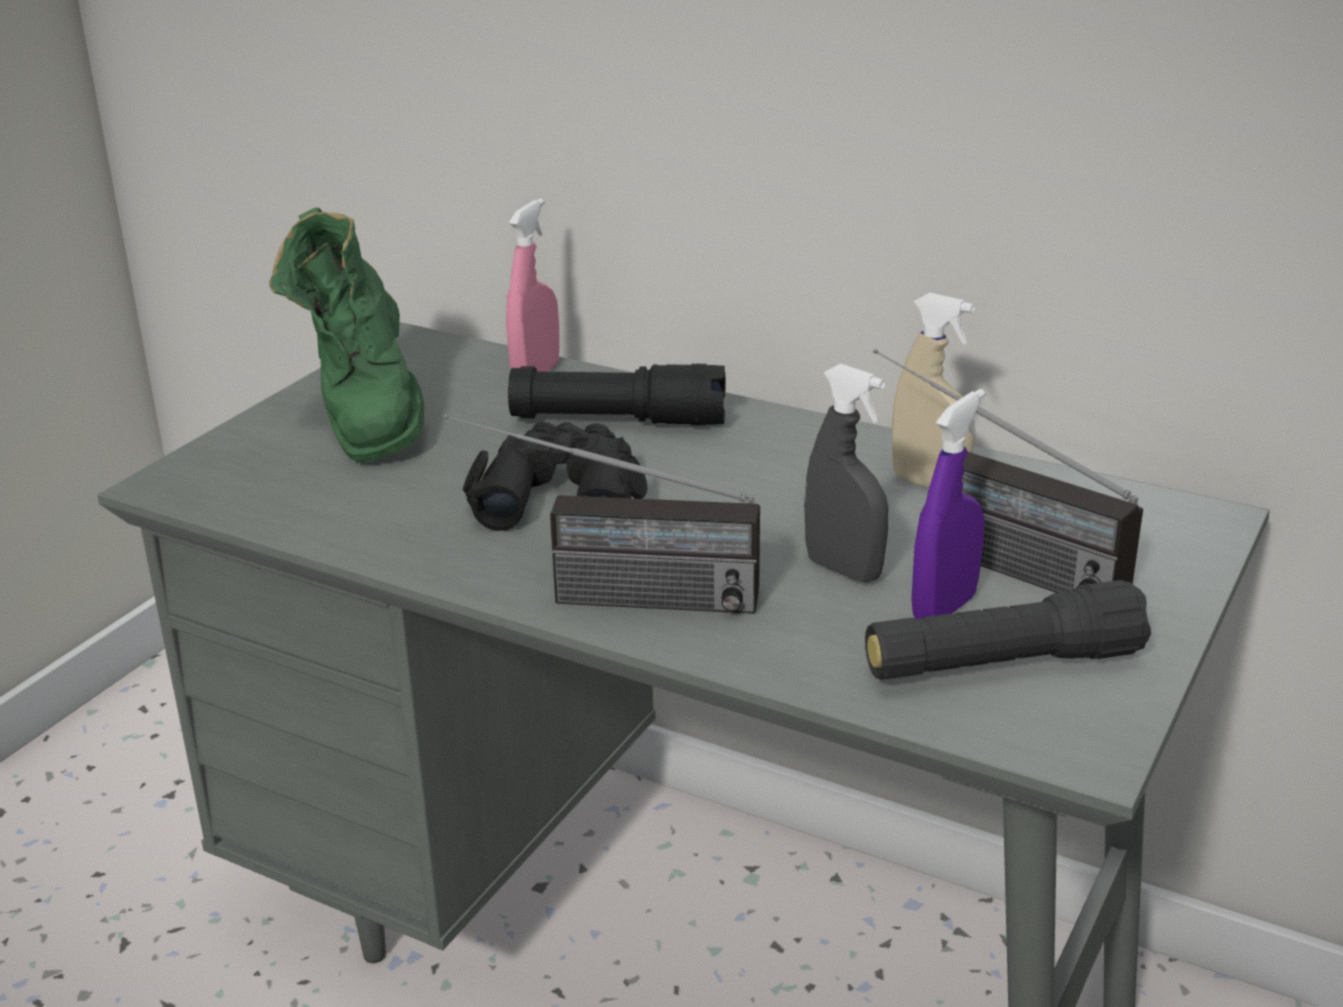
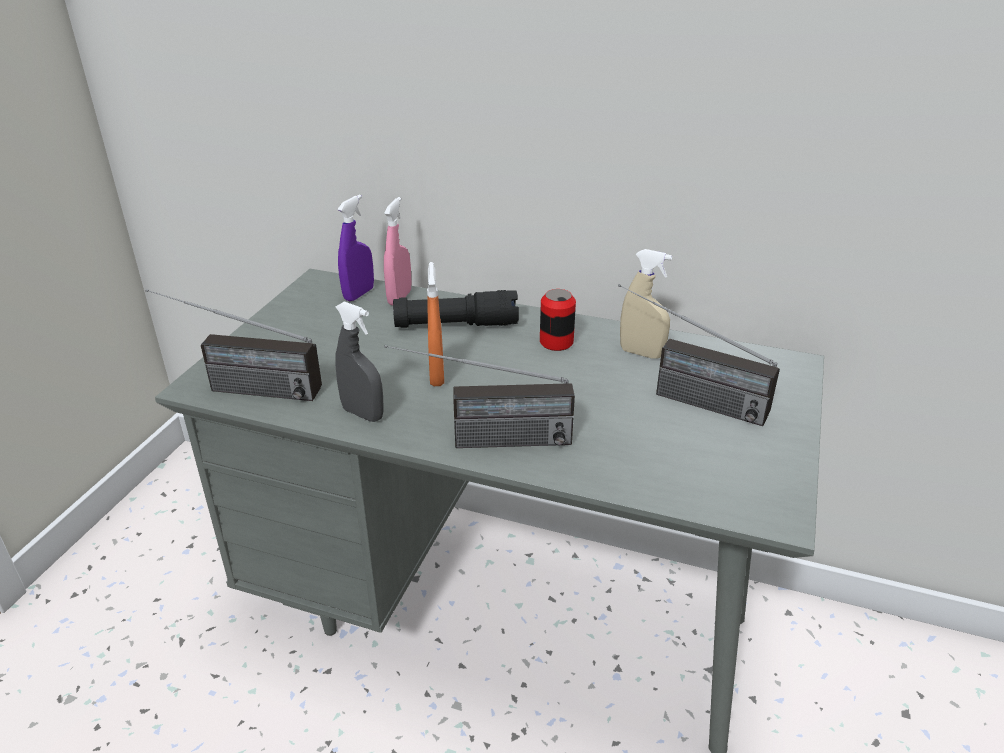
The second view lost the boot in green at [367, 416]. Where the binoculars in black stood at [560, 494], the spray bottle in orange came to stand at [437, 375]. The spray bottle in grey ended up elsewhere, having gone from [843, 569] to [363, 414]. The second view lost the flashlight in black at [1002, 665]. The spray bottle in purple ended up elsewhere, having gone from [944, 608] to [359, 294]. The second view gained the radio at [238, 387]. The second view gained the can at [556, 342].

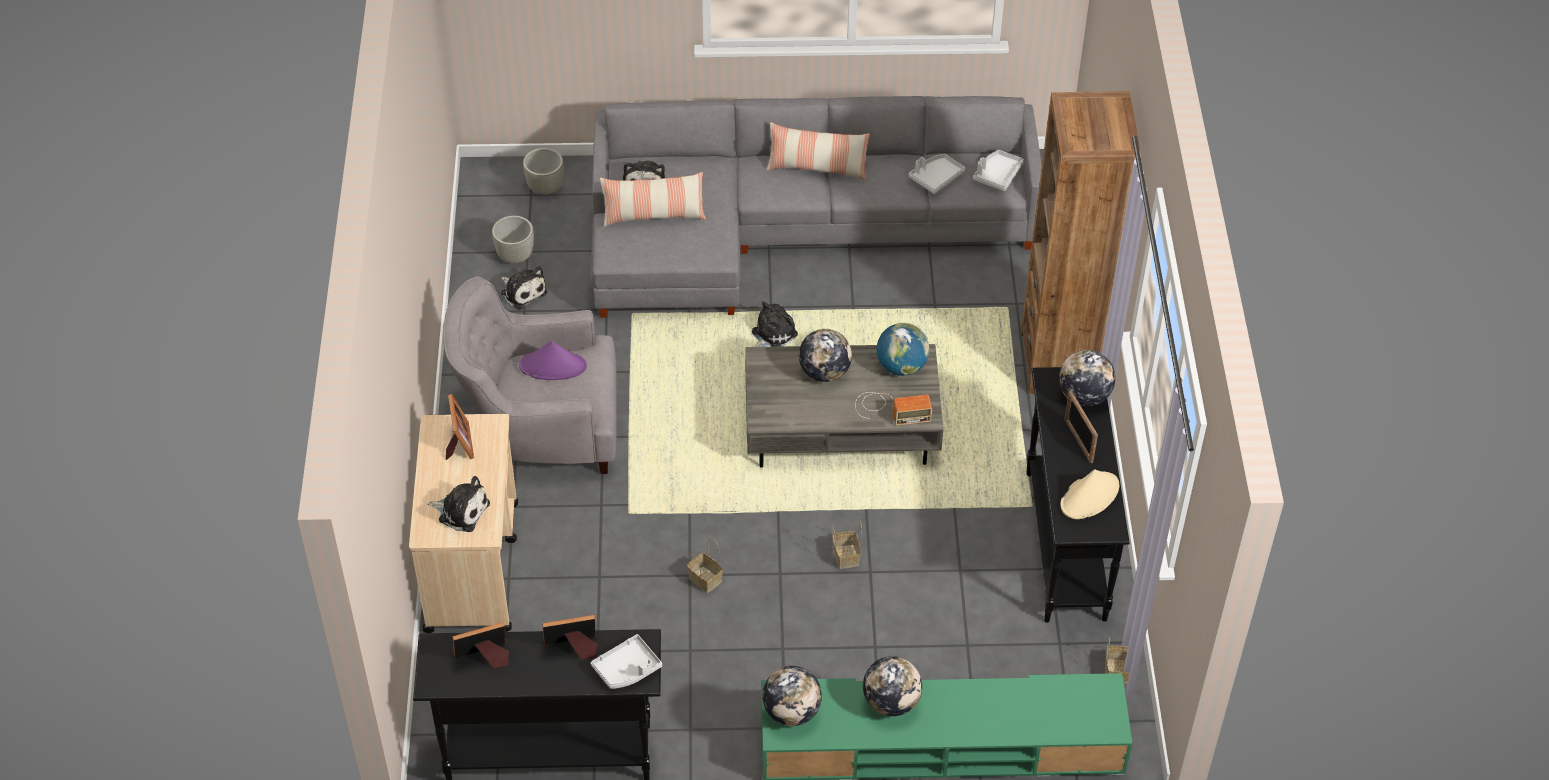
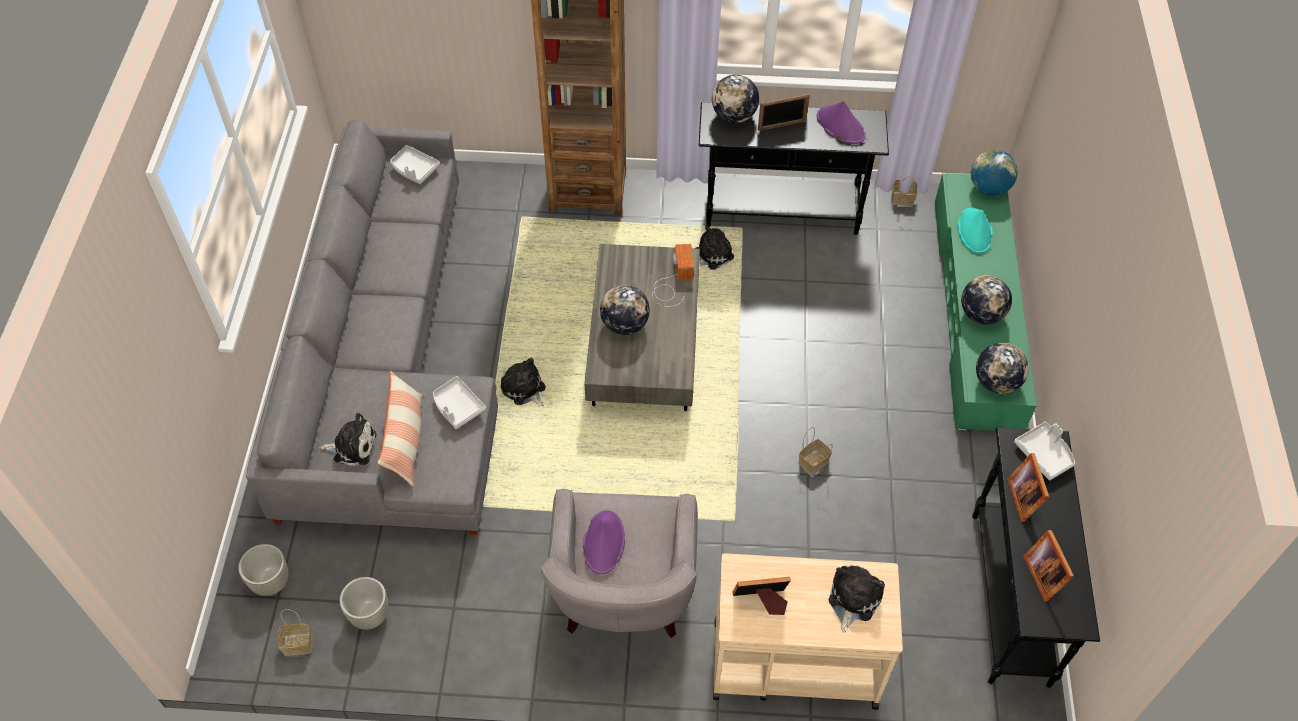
The plush toy ended up elsewhere, having gone from [522, 291] to [711, 255]. The second view lost the pillow at [817, 167]. The basket ended up elsewhere, having gone from [845, 556] to [297, 645]. The globe ended up elsewhere, having gone from [901, 367] to [988, 188]. The tray in grey ended up elsewhere, having gone from [936, 177] to [457, 407]. What was the hat in beige at [1089, 496] turned into the hat in purple at [840, 126]. The second view gained the hat in turquoise at [974, 231].

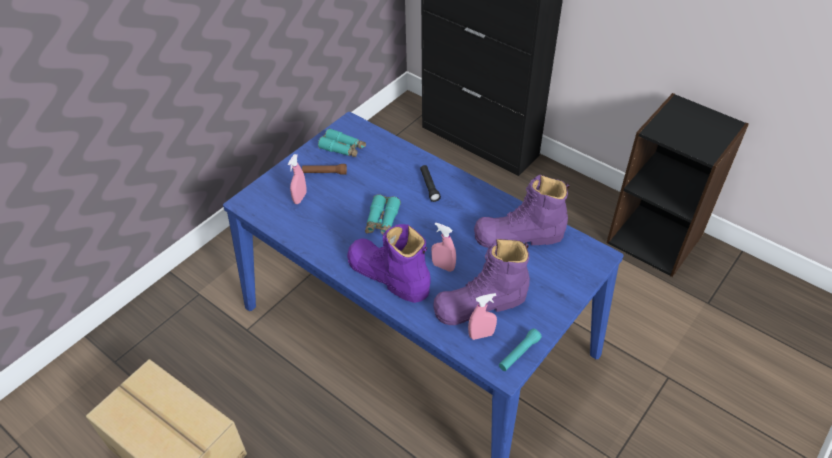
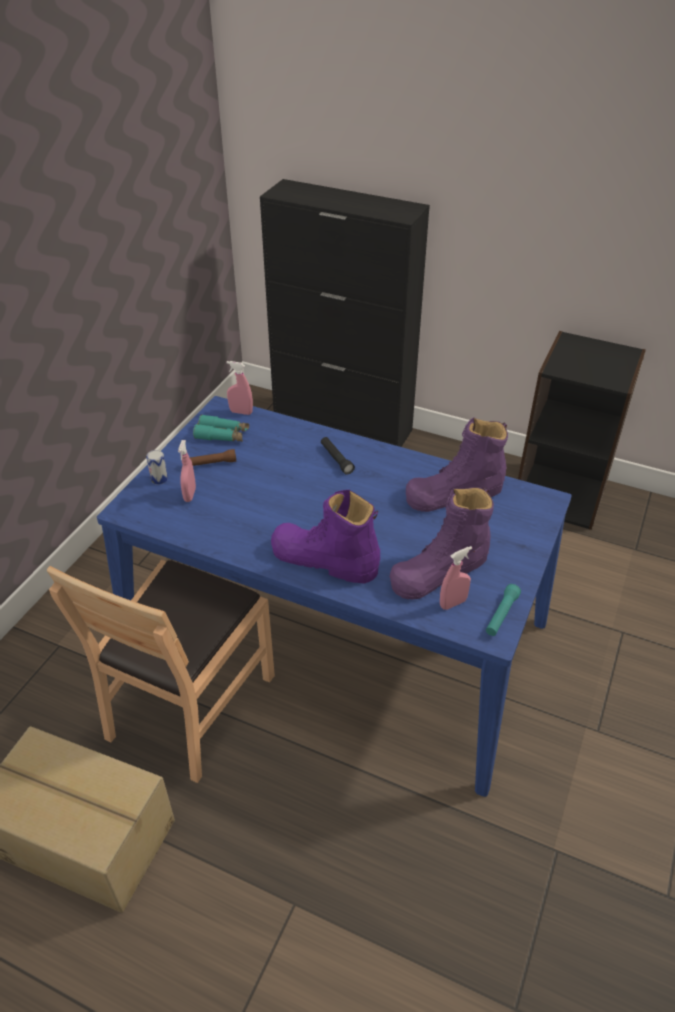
The second view lost the binoculars in turquoise at [382, 220]. The spray bottle in pink ended up elsewhere, having gone from [443, 266] to [241, 412]. The second view gained the chair in brown at [190, 704]. The second view gained the can at [159, 479].

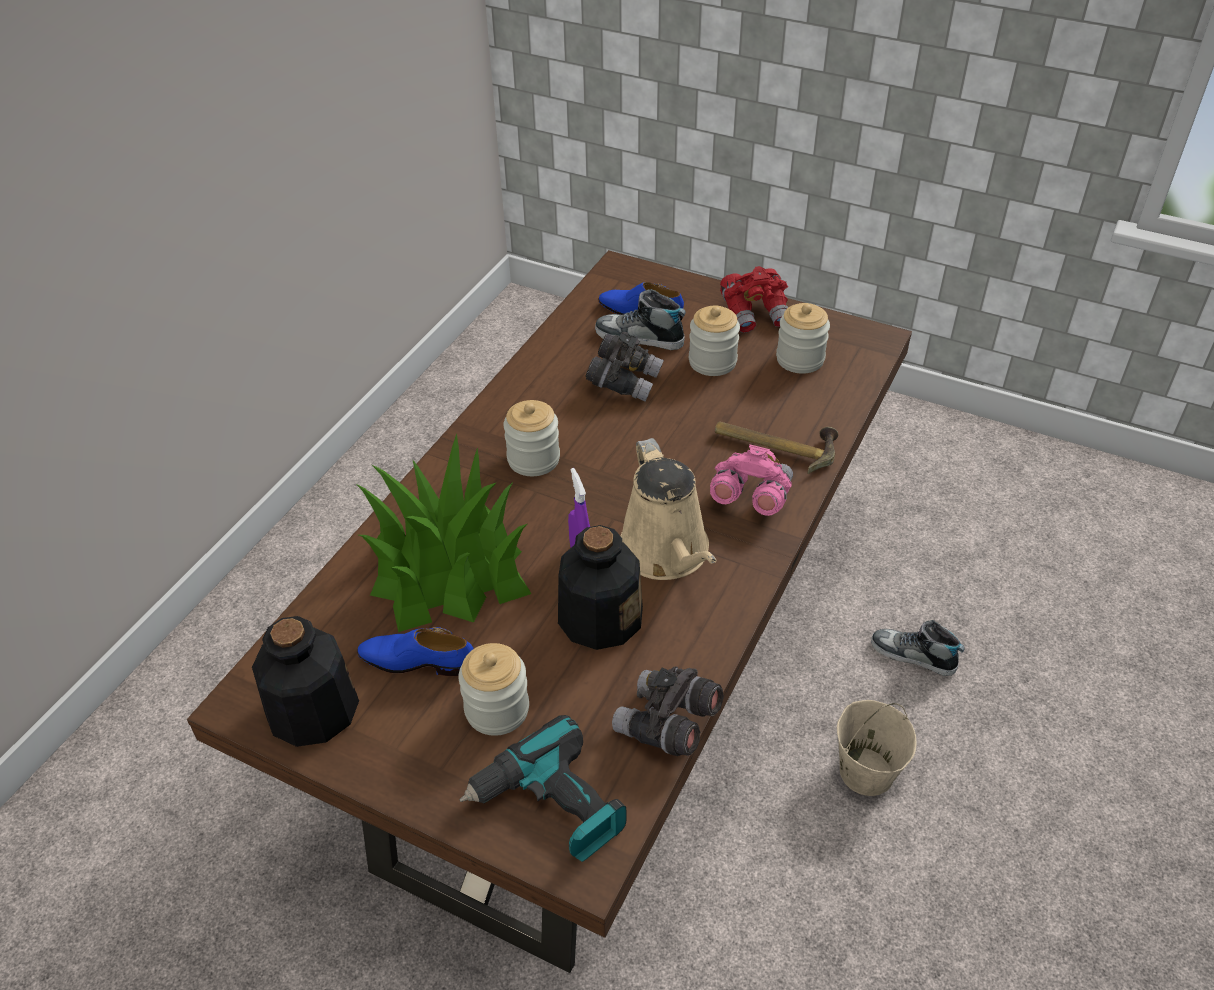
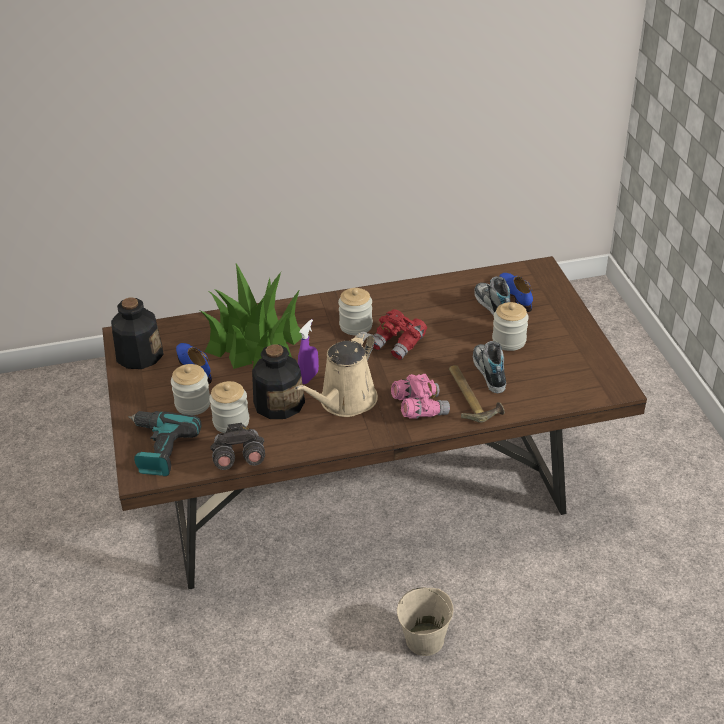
The second view lost the binoculars in grey at [624, 381]. The binoculars in red ended up elsewhere, having gone from [755, 314] to [398, 344]. The jar ended up elsewhere, having gone from [800, 359] to [231, 422]. The shoe ended up elsewhere, having gone from [913, 656] to [489, 372].

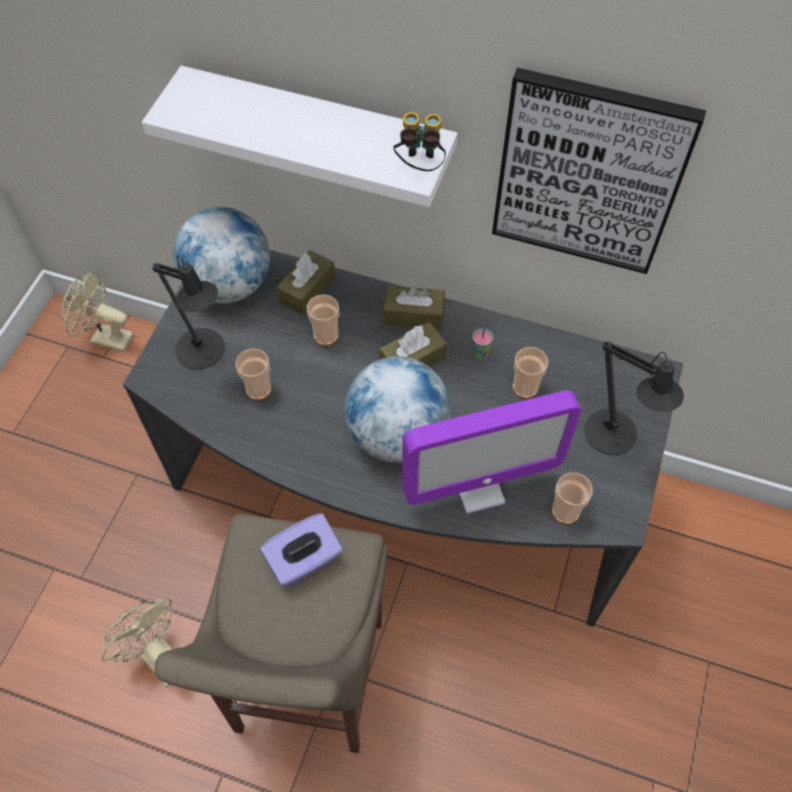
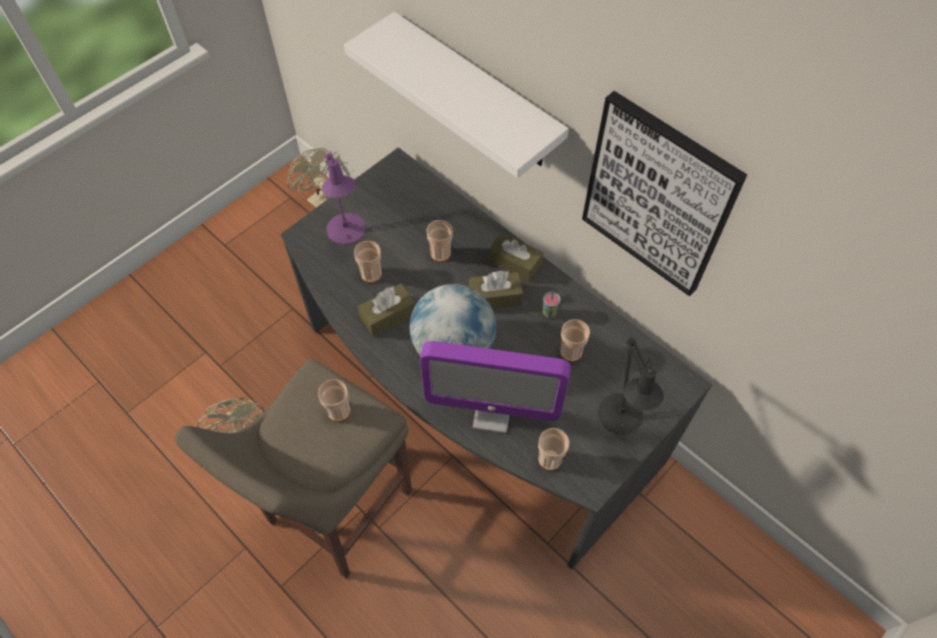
What was the table lamp in black at [204, 353] turned into the table lamp in purple at [347, 233]. The second view lost the globe at [229, 285]. Where the tissue box in purple stood at [304, 560], the cup came to stand at [338, 411]. The tissue box in brown ended up elsewhere, having gone from [307, 290] to [388, 315]. The second view lost the binoculars at [419, 166].

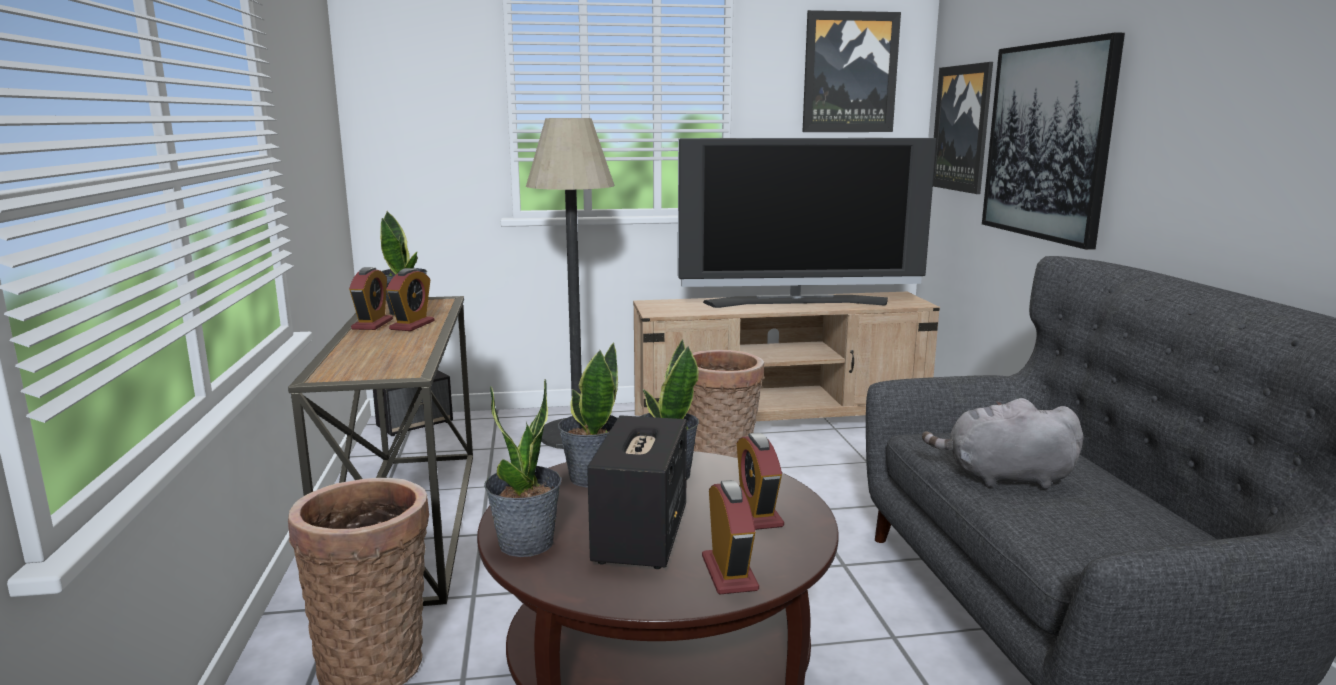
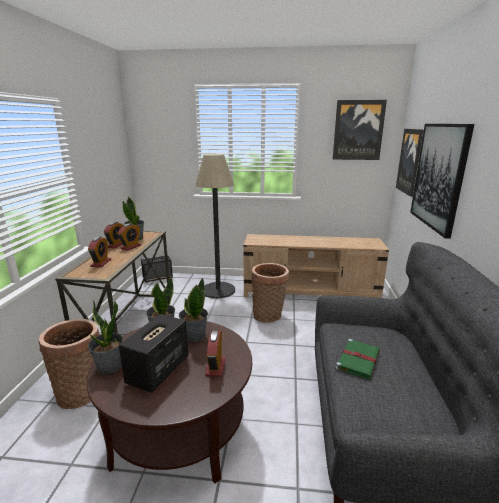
The second view lost the television at [798, 303]. The alarm clock ended up elsewhere, having gone from [729, 573] to [101, 263]. Where the plush toy in grey stood at [1003, 478], the book in green came to stand at [358, 359].

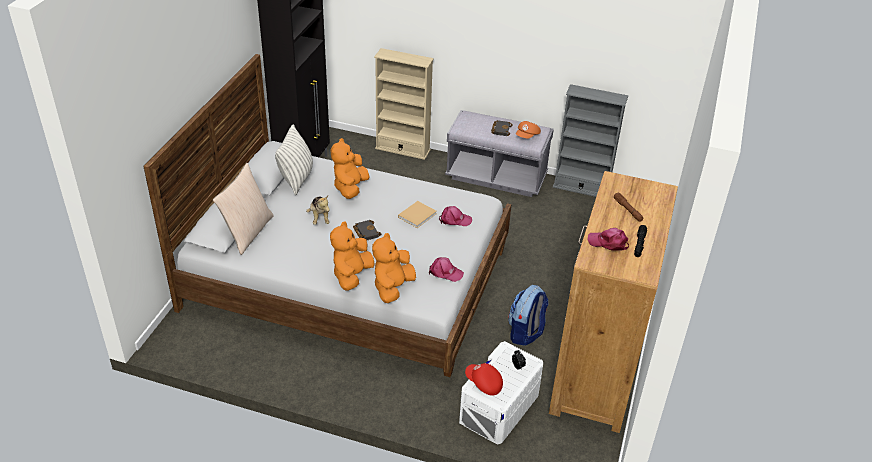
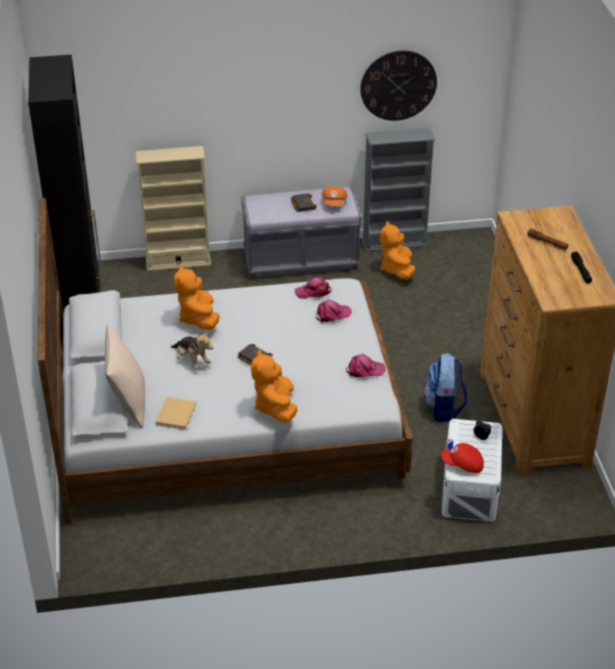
The second view lost the pillow at [297, 179]. The plush toy in orange ended up elsewhere, having gone from [392, 288] to [397, 269]. The book in beige ended up elsewhere, having gone from [418, 215] to [176, 414]. The cap in pink ended up elsewhere, having gone from [608, 242] to [313, 291]. The second view gained the wall clock at [398, 85].

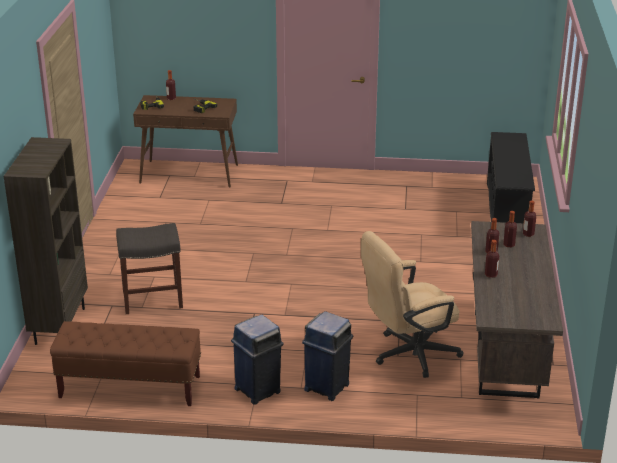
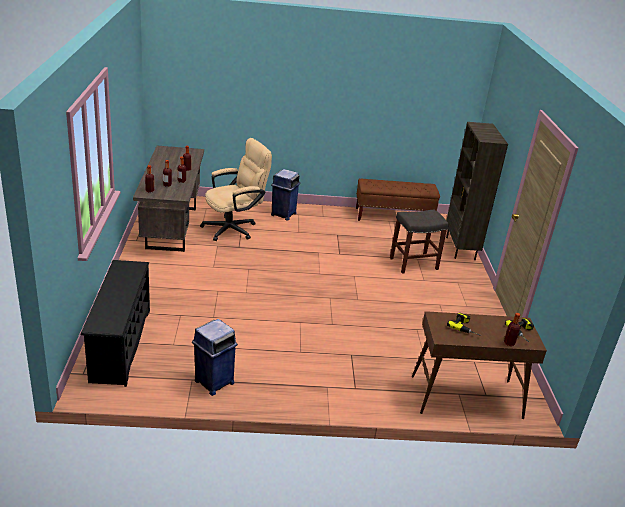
The trash can in blue ended up elsewhere, having gone from [258, 390] to [213, 382].

